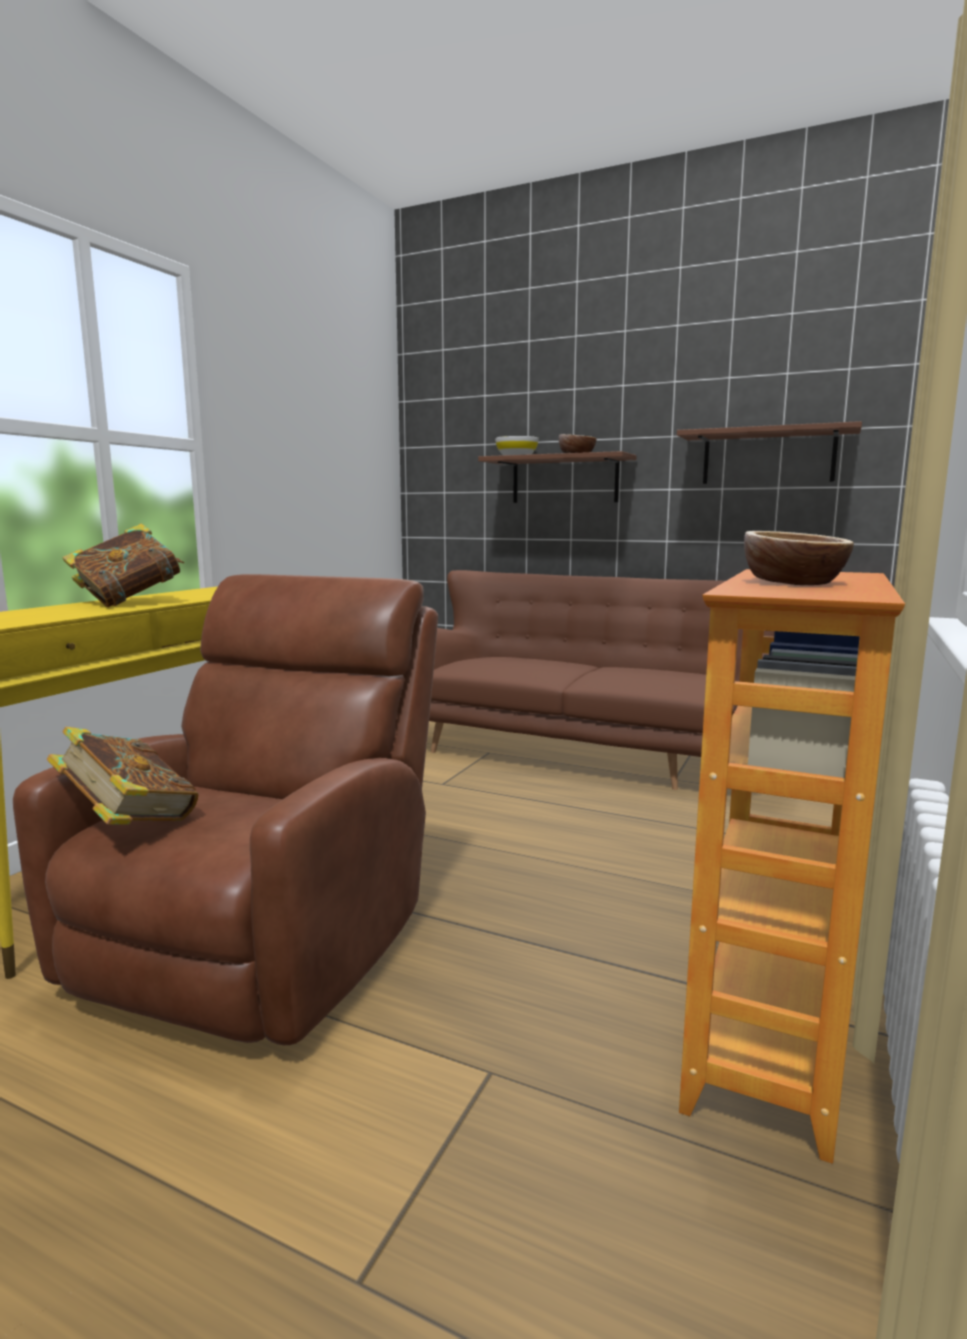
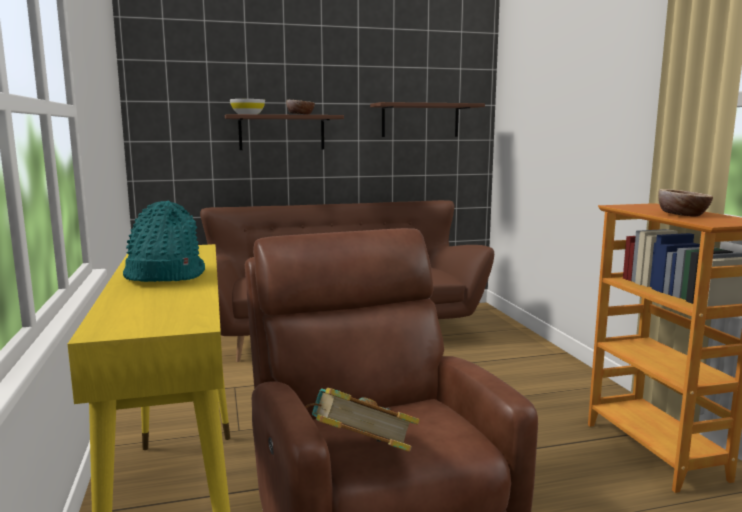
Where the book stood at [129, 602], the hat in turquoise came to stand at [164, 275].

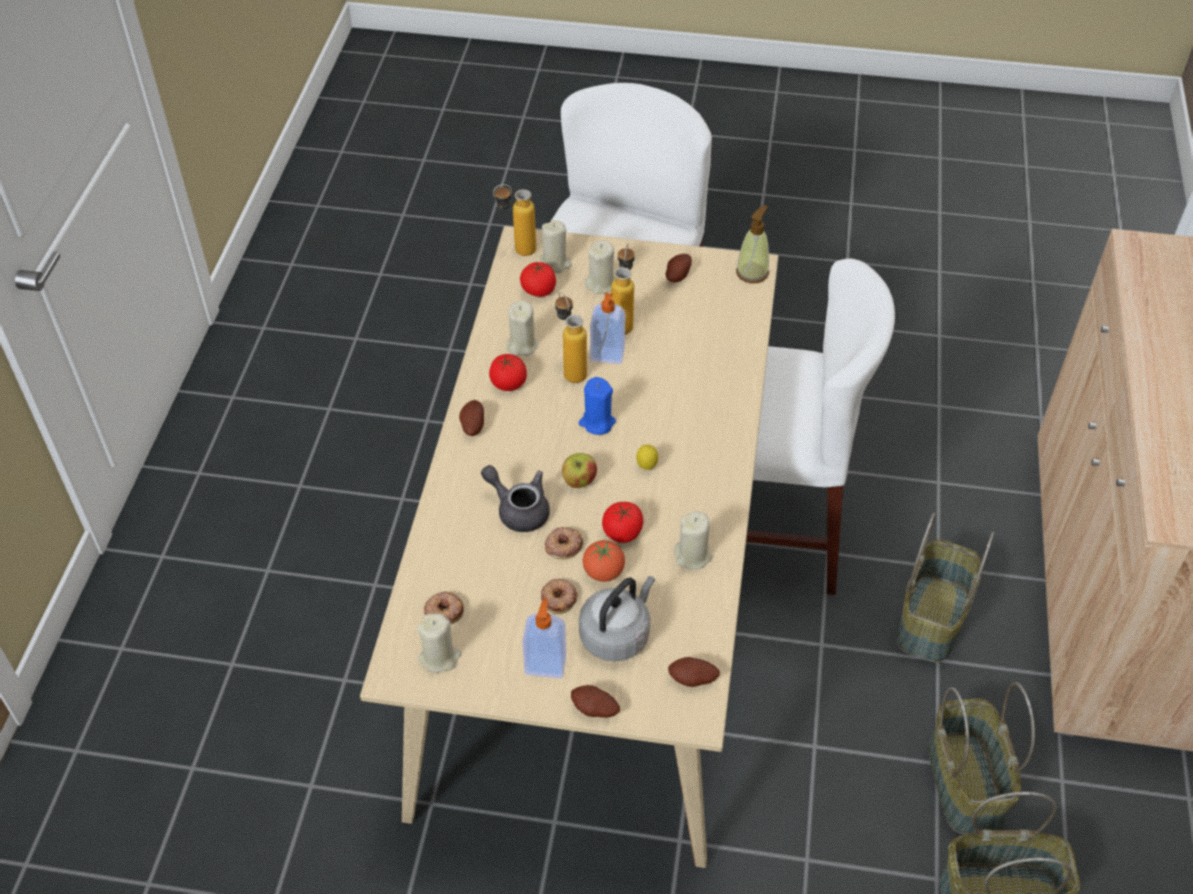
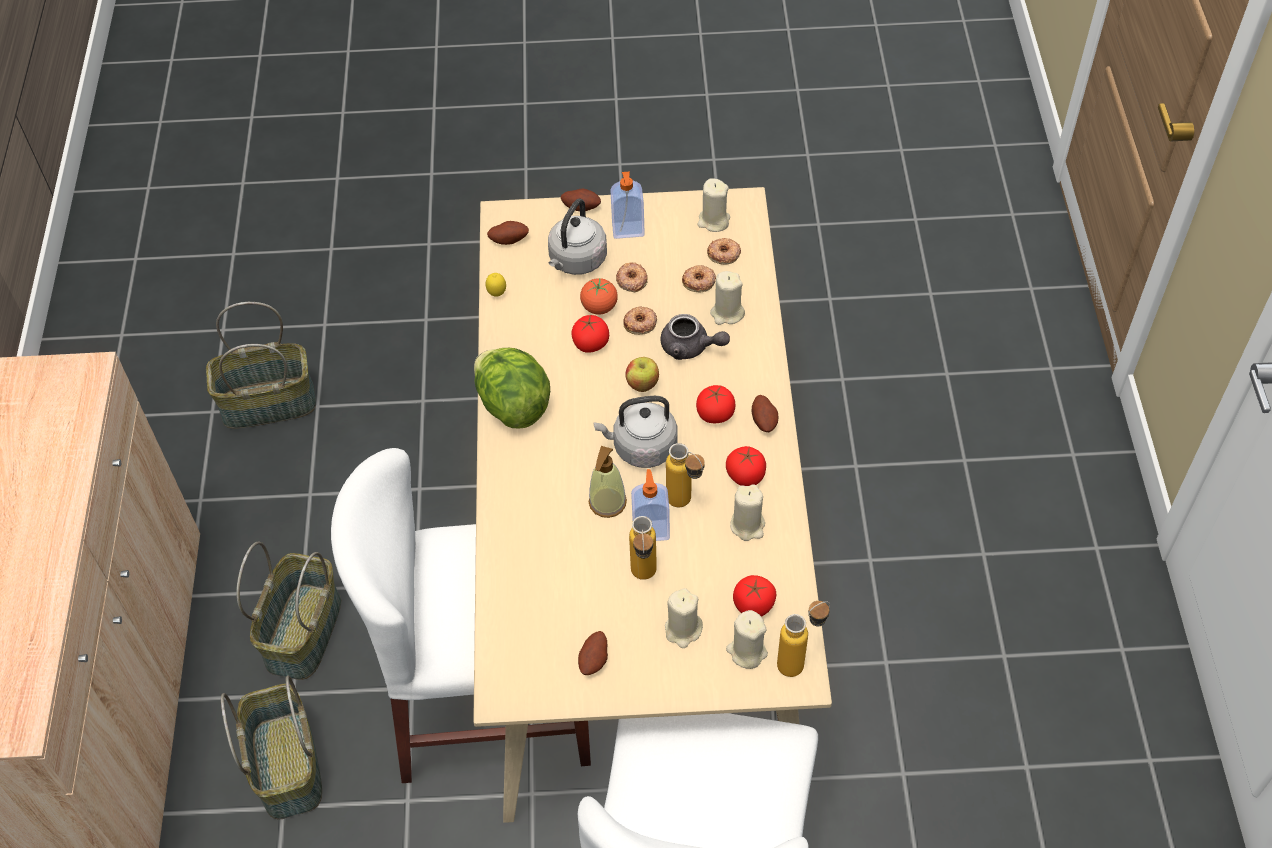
Where the candle in blue stood at [597, 422], the kettle in grey came to stand at [641, 448]. The lemon ended up elsewhere, having gone from [646, 467] to [497, 294]. The candle in beige ended up elsewhere, having gone from [693, 555] to [727, 313]. The soap dispenser ended up elsewhere, having gone from [752, 272] to [607, 503]. The basket ended up elsewhere, having gone from [967, 783] to [285, 765]. The second view gained the lettuce at [512, 404]. The second view gained the donut at [699, 281]. The second view gained the tomato at [715, 414].

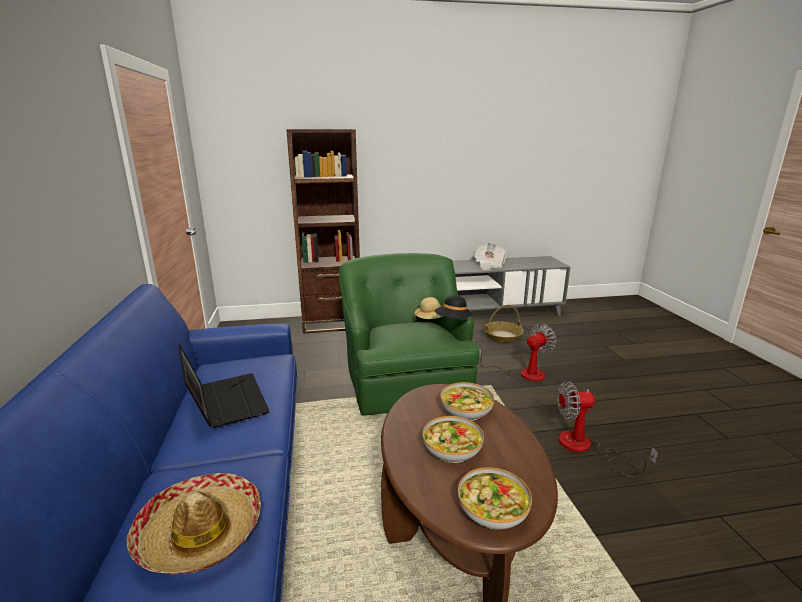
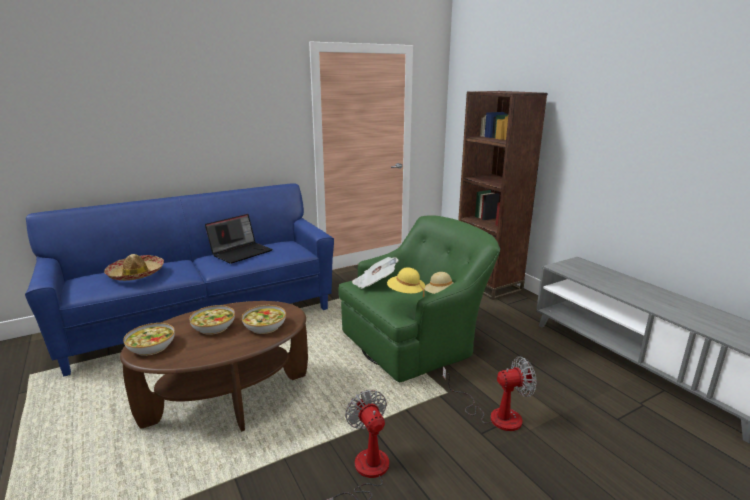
What was the hat in black at [453, 321] turned into the hat in yellow at [405, 293]. The newspaper ended up elsewhere, having gone from [489, 265] to [374, 283]. The fan at [523, 374] ended up facing another way, 45 degrees counterclockwise from before. The second view lost the basket at [502, 336].

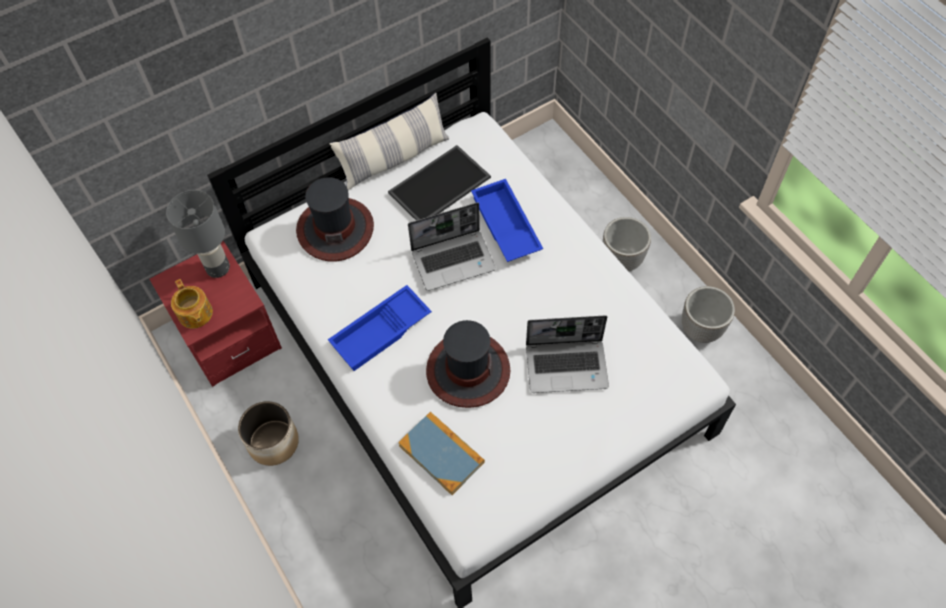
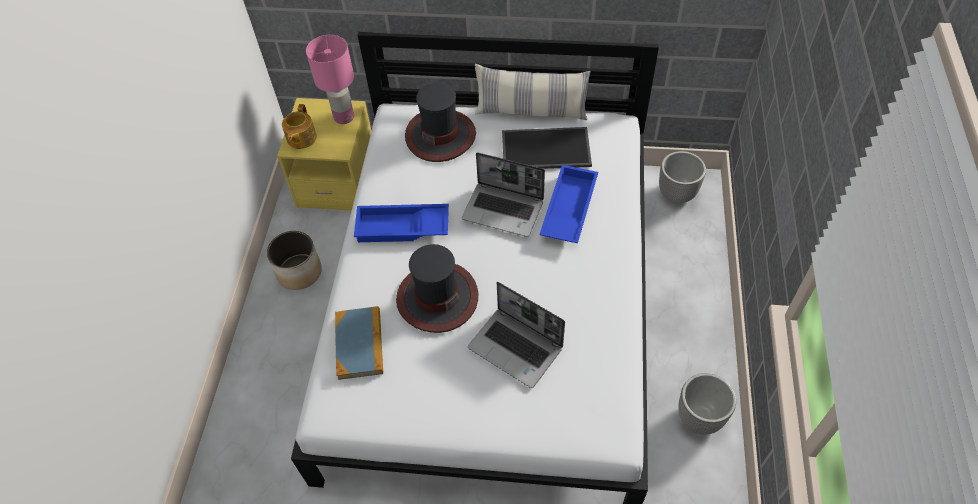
What was the nightstand in red at [228, 336] turned into the nightstand in yellow at [337, 181]. What was the table lamp in grey at [218, 267] turned into the table lamp in pink at [344, 116]. The planter ended up elsewhere, having gone from [622, 260] to [677, 194].

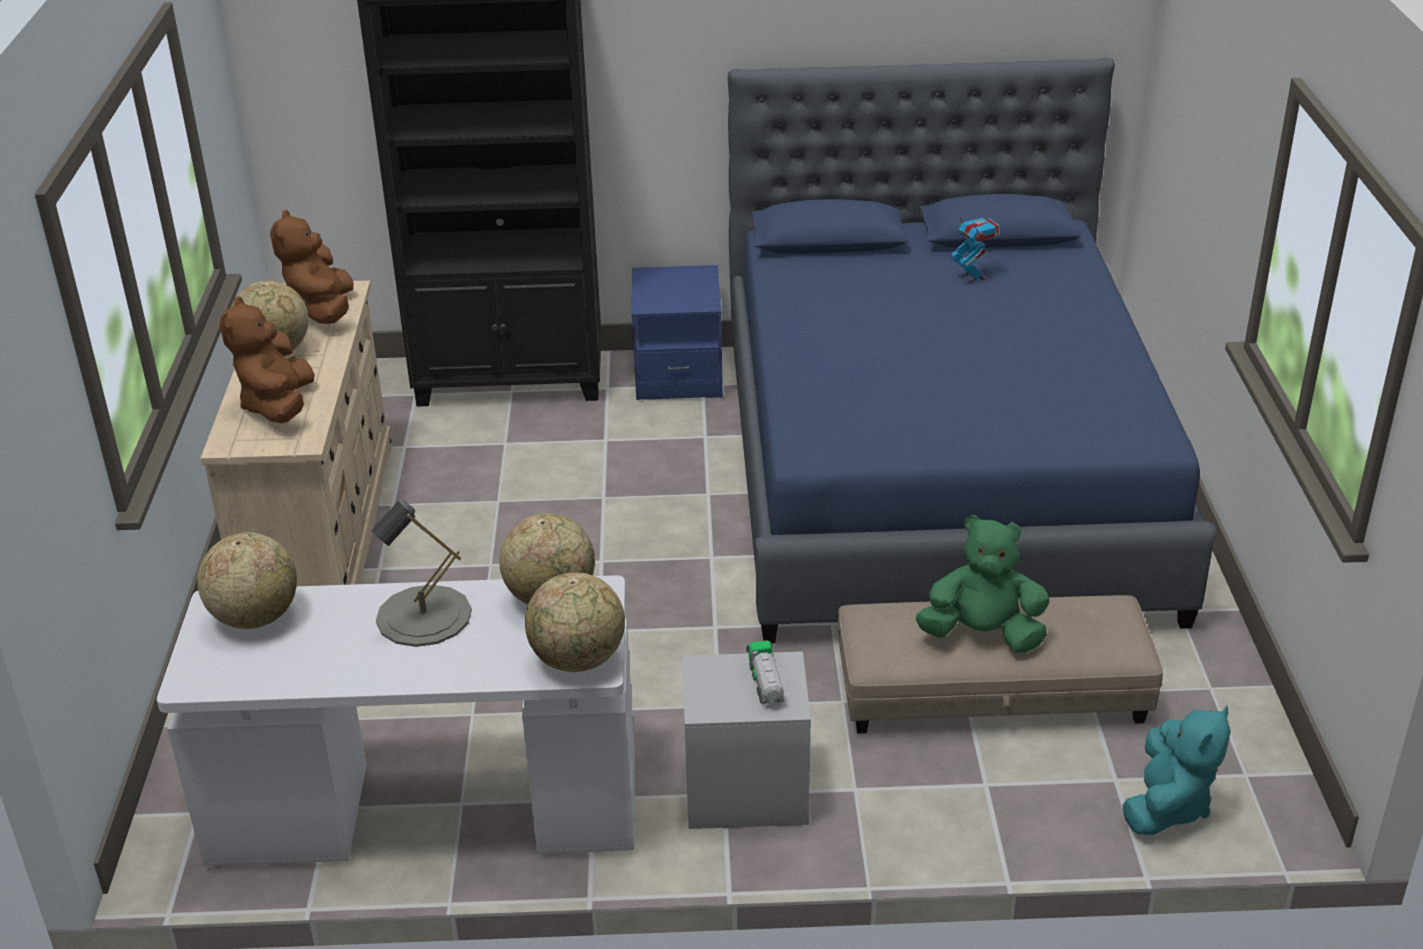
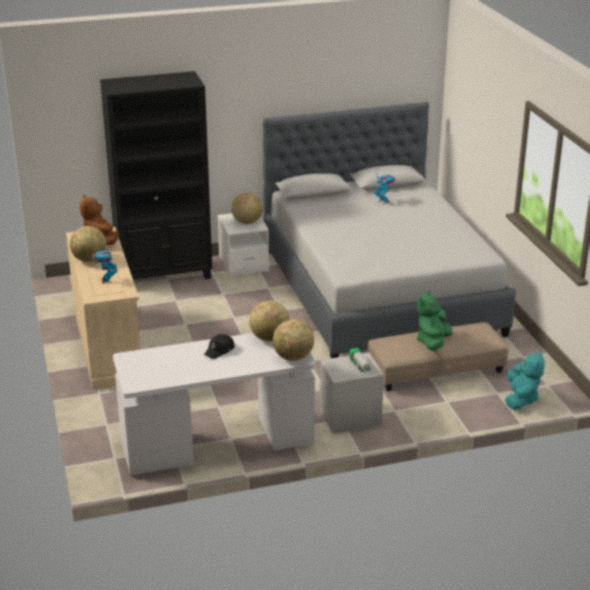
The globe ended up elsewhere, having gone from [255, 617] to [247, 222]. Where the plush toy in brown stood at [278, 406], the toy robot came to stand at [106, 280]. Where the table lamp in grey stood at [424, 616], the cap in black came to stand at [219, 350]. What was the nightstand in blue at [678, 375] turned into the nightstand in white at [243, 264]. What was the bed in blue at [938, 473] turned into the bed in grey at [379, 291]. The plush toy in green at [982, 635] ended up facing another way, 60 degrees counterclockwise from before.

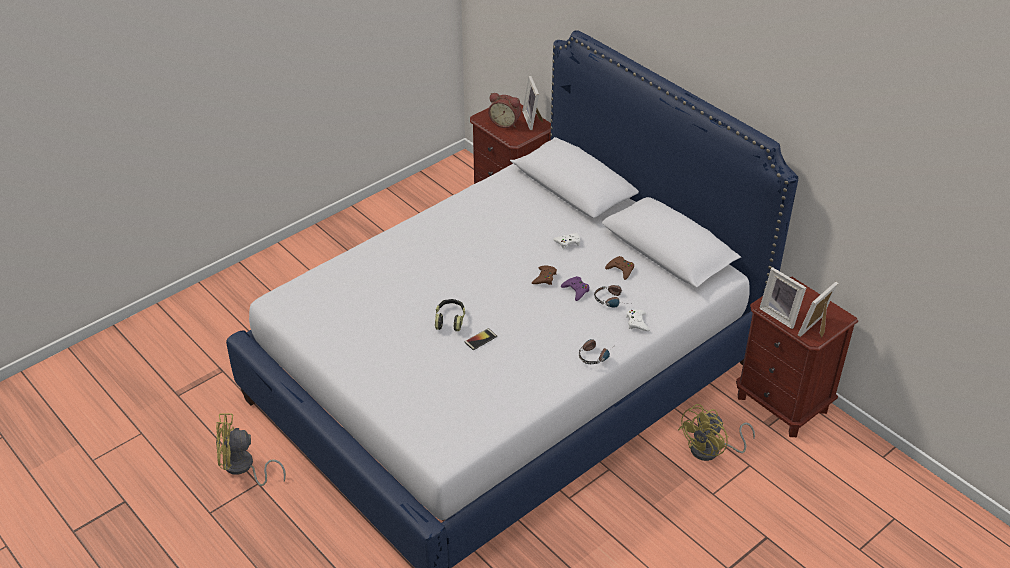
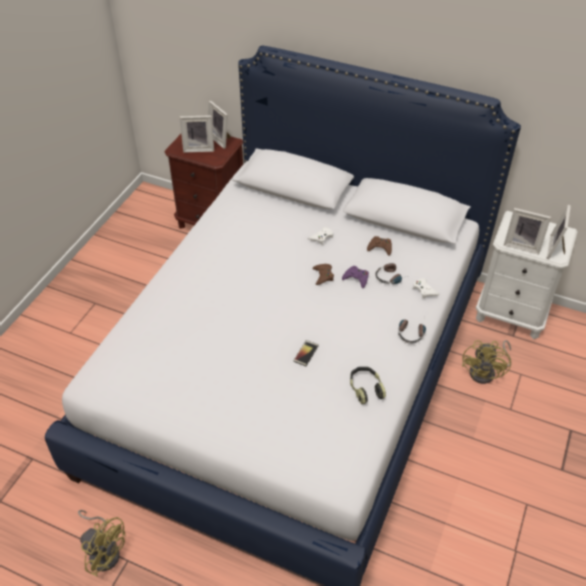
The fan in yellow at [243, 468] ended up facing another way, 120 degrees counterclockwise from before. The headphones ended up elsewhere, having gone from [450, 320] to [365, 388]. Where the alarm clock stood at [505, 123], the picture frame came to stand at [199, 148]. What was the nightstand in brown at [782, 403] turned into the nightstand in white at [511, 314].

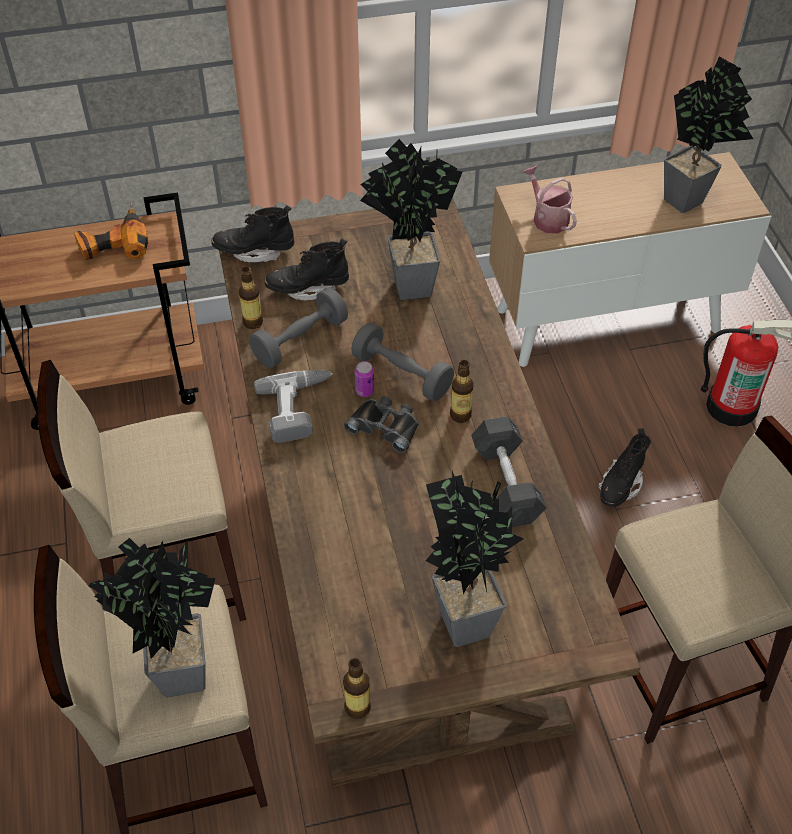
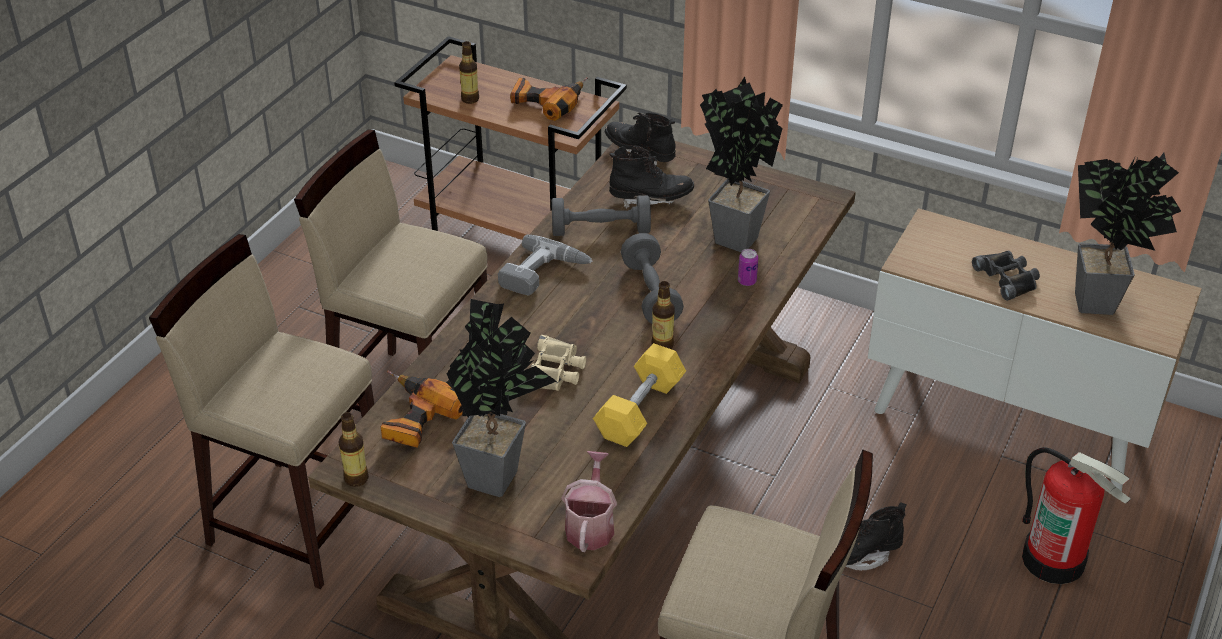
The second view lost the potted plant at [174, 673]. The bottle ended up elsewhere, having gone from [253, 322] to [470, 99]. The boot in black at [308, 288] ended up facing another way, 150 degrees clockwise from before. The binoculars in black ended up elsewhere, having gone from [385, 426] to [1008, 278]. The can ended up elsewhere, having gone from [364, 391] to [747, 281]. What was the dumbbell in grey at [506, 483] turned into the dumbbell in yellow at [640, 410]. The watering can ended up elsewhere, having gone from [547, 218] to [590, 525]. The second view gained the power drill at [413, 418]. The second view gained the binoculars in beige at [555, 370].

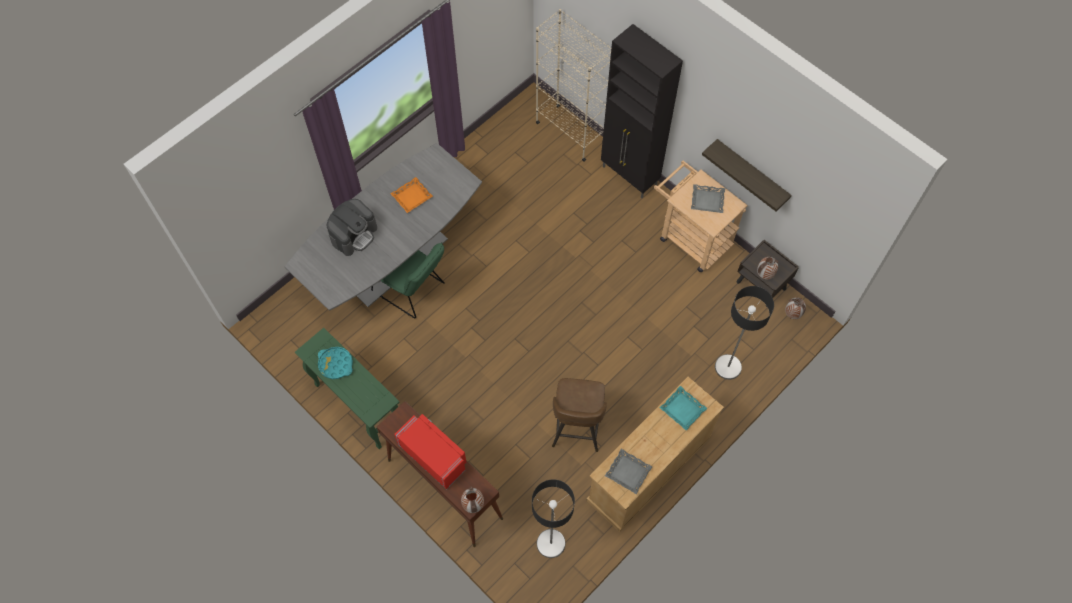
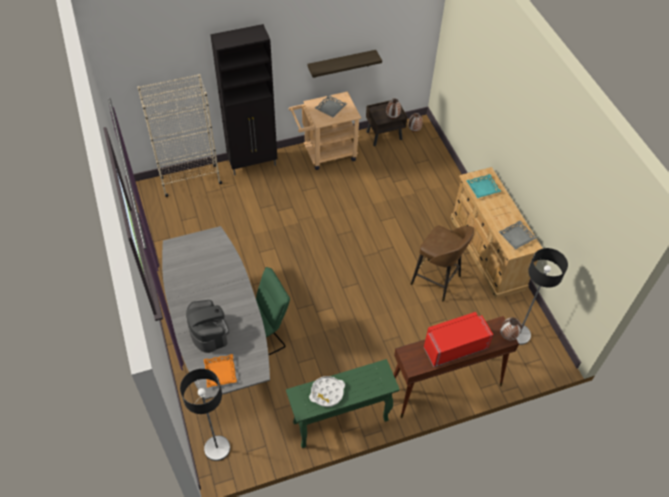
What was the tray in turquoise at [336, 364] turned into the tray in white at [327, 393]. The tray in orange ended up elsewhere, having gone from [412, 197] to [220, 372]. The floor lamp ended up elsewhere, having gone from [727, 367] to [217, 448].

